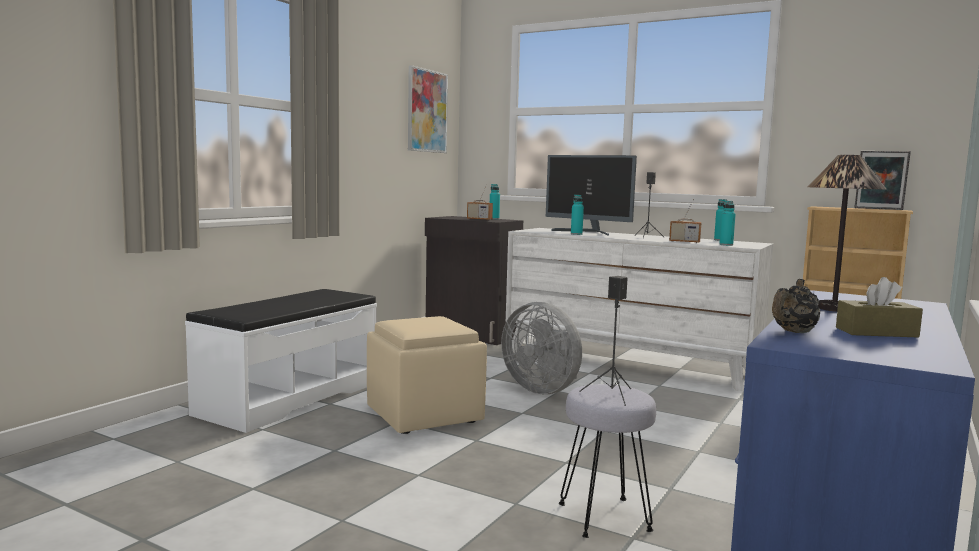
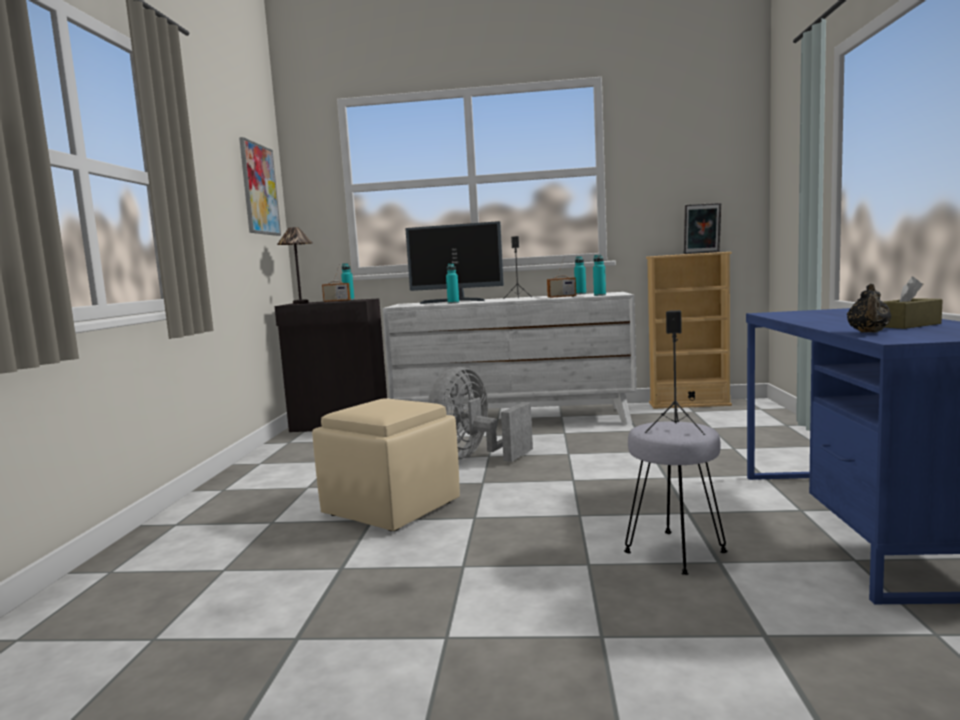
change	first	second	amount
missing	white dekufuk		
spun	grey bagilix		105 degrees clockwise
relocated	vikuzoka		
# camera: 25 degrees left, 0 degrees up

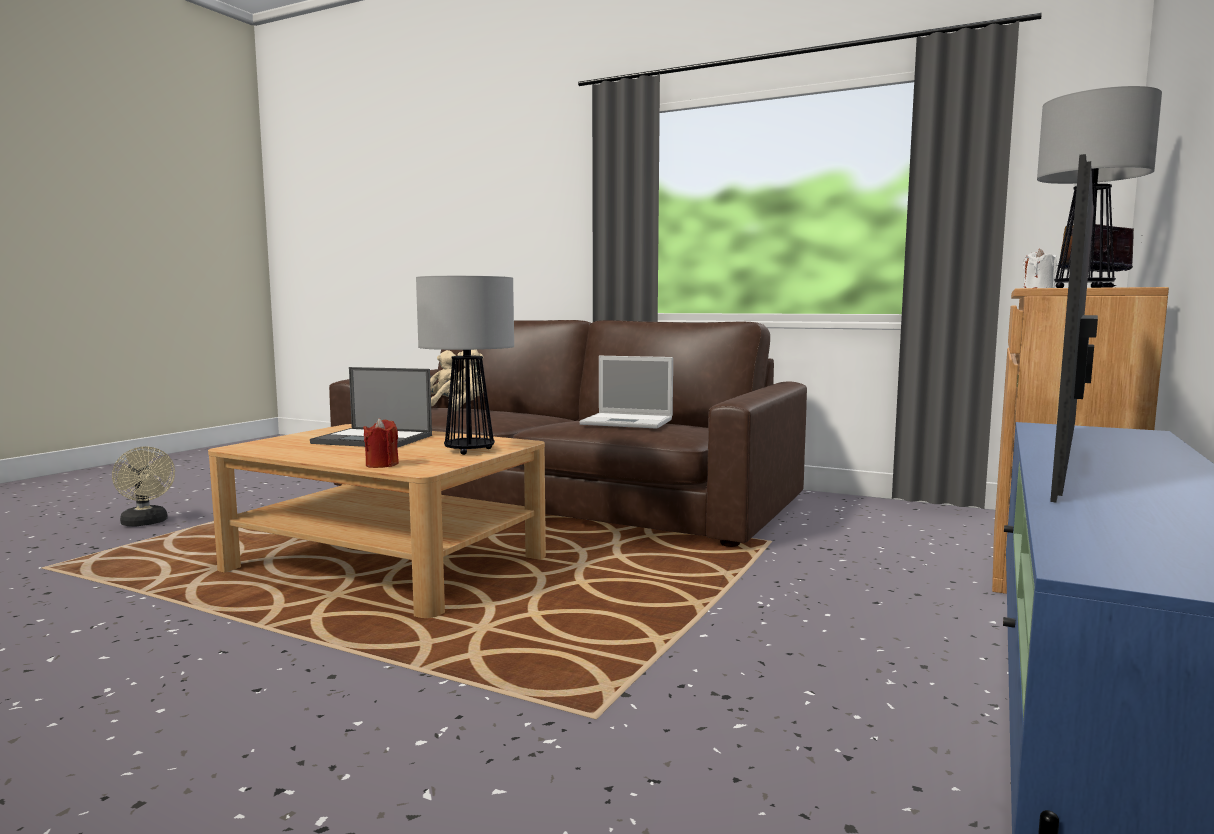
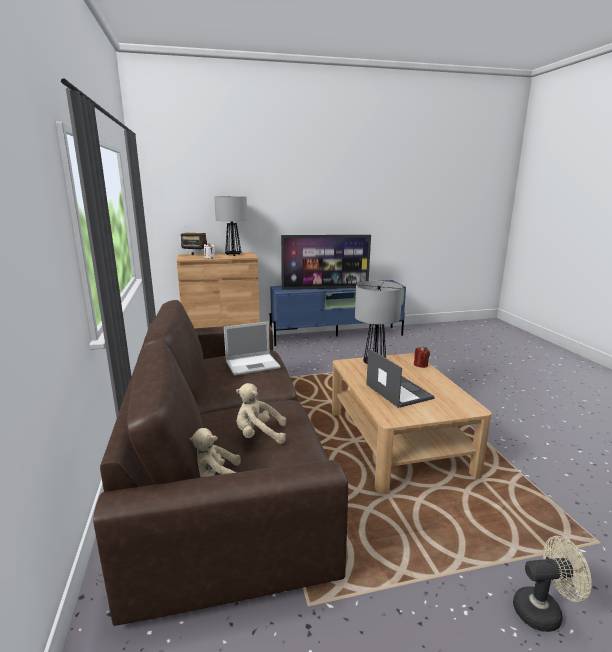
change	first	second	amount
spun	beige bagilix		75 degrees clockwise
spun	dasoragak (no. 2 from left in the first image)	dasoragak (no. 1 from left)	90 degrees clockwise
# camera: 130 degrees left, 10 degrees up

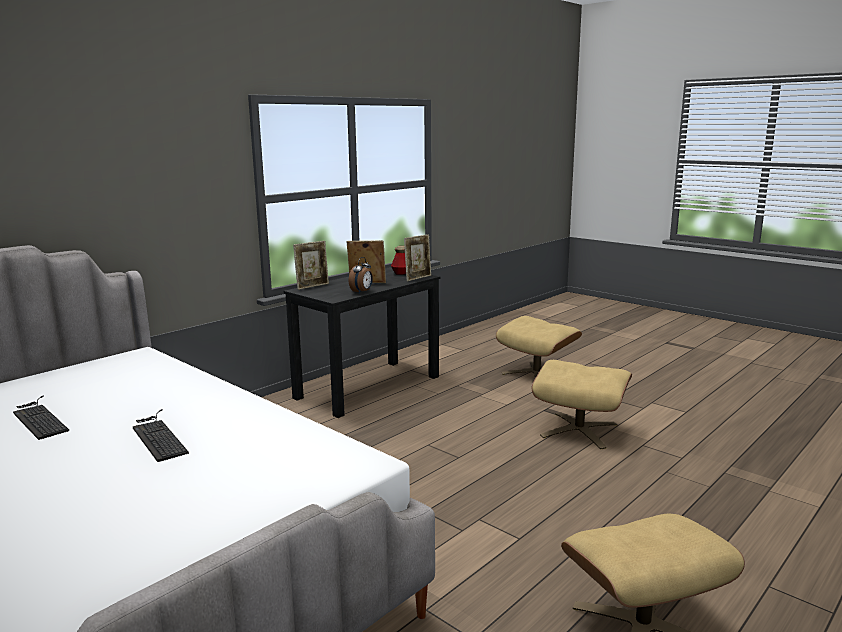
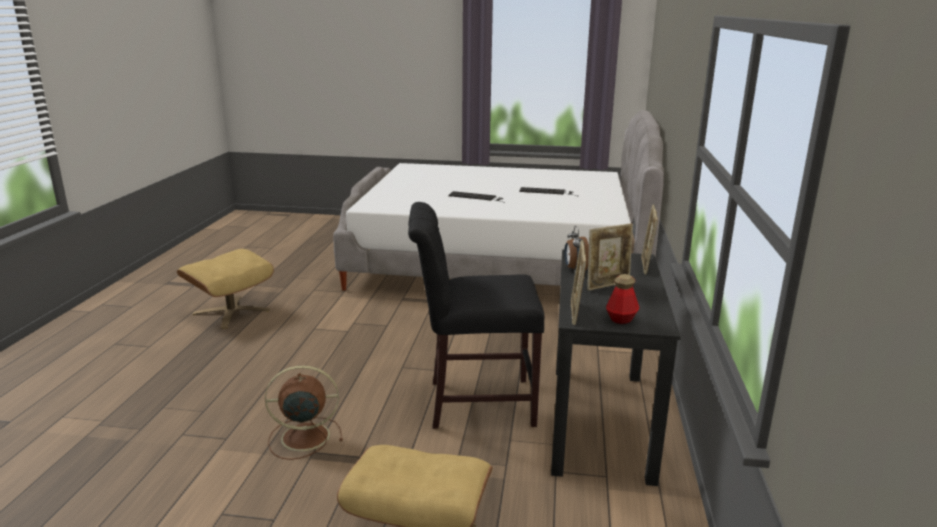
change	first	second	amount
exchanged	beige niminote (no. 2 from left)	brown bagilix	
appeared		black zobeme	
# camera: 145 degrees right, 5 degrees up

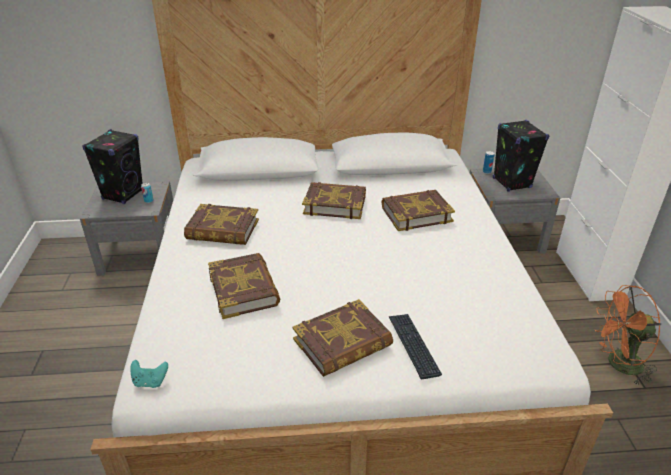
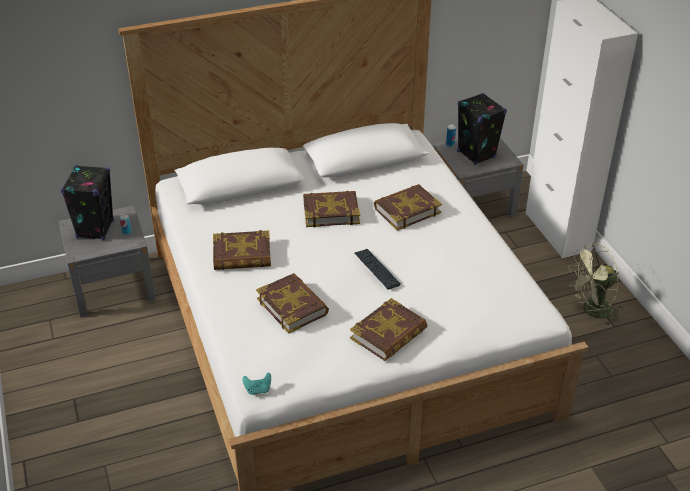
change	first	second	amount
relocated	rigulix		
colour	orange bagilix	green bagilix	
# camera: 15 degrees left, 5 degrees up

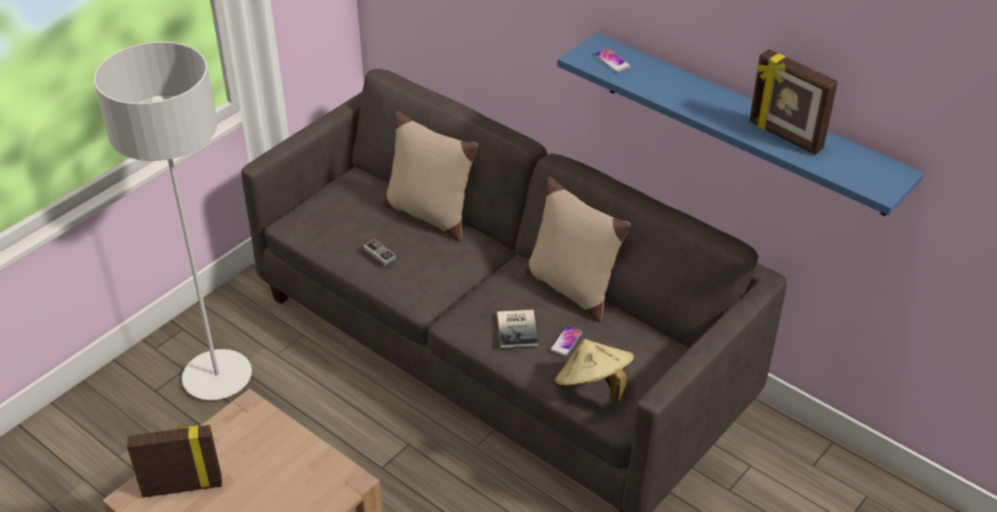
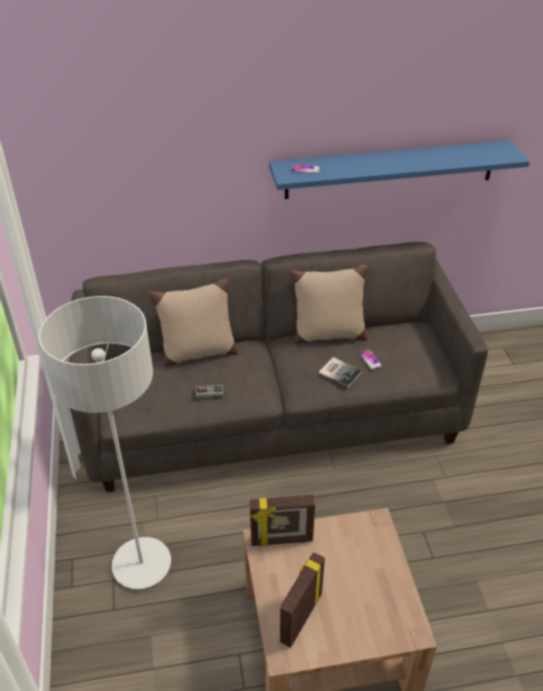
change	first	second	amount
missing	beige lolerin		
relocated	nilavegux (no. 2 from left in the first image)	nilavegux (no. 1 from left)	
# camera: 50 degrees left, 0 degrees up

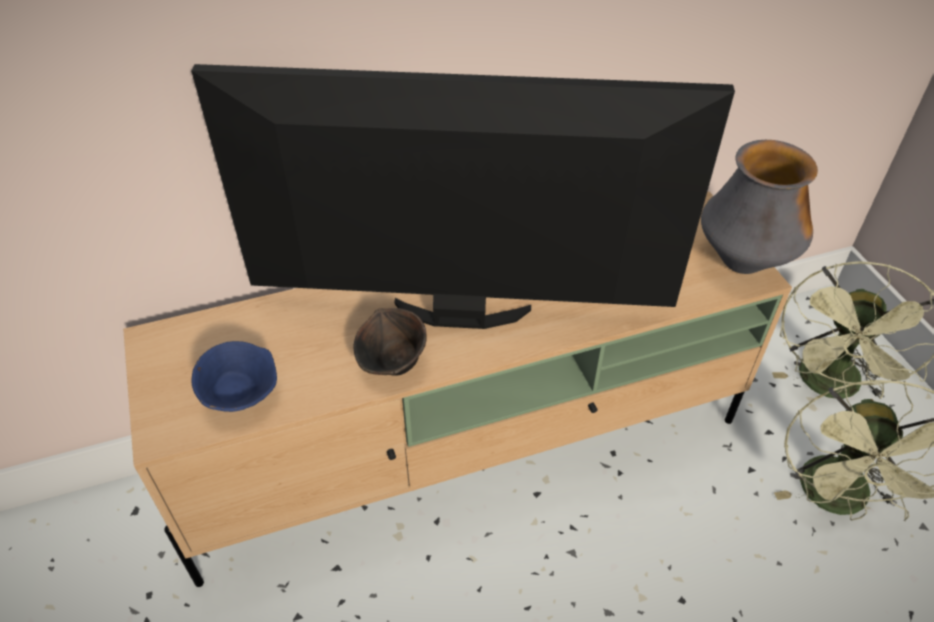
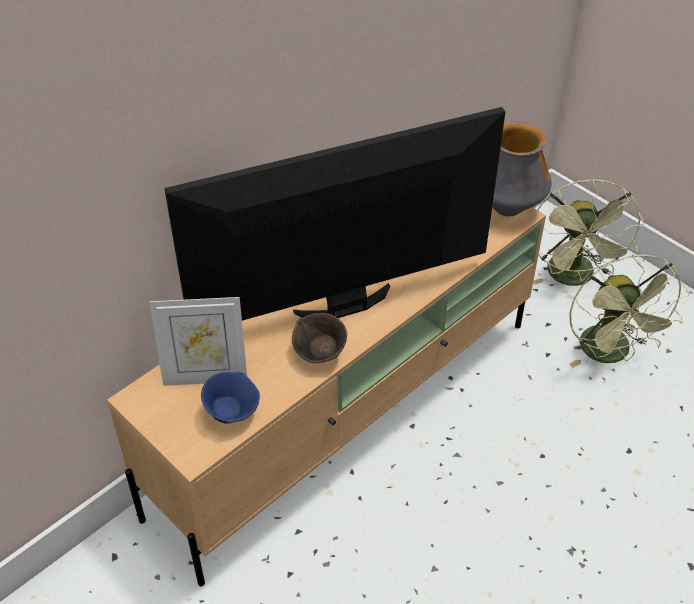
change	first	second	amount
appeared		nilavegux	
# camera: 25 degrees left, 0 degrees up

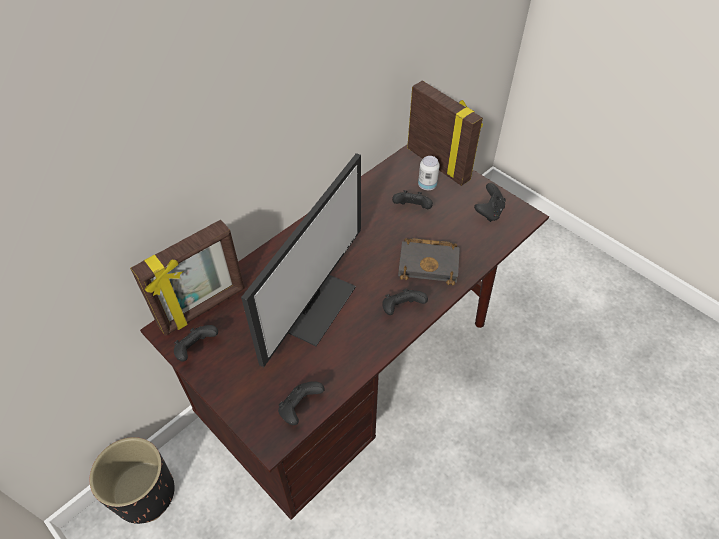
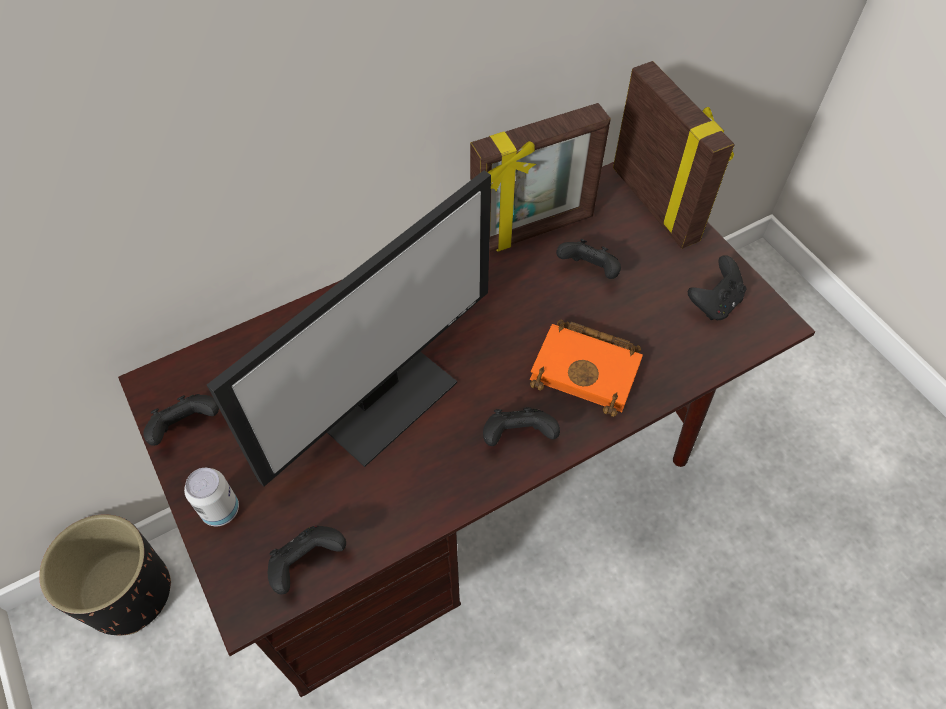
change	first	second	amount
relocated	nilavegux (no. 1 from left)		
colour	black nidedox	orange nidedox	
relocated	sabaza		
# camera: 15 degrees right, 5 degrees up

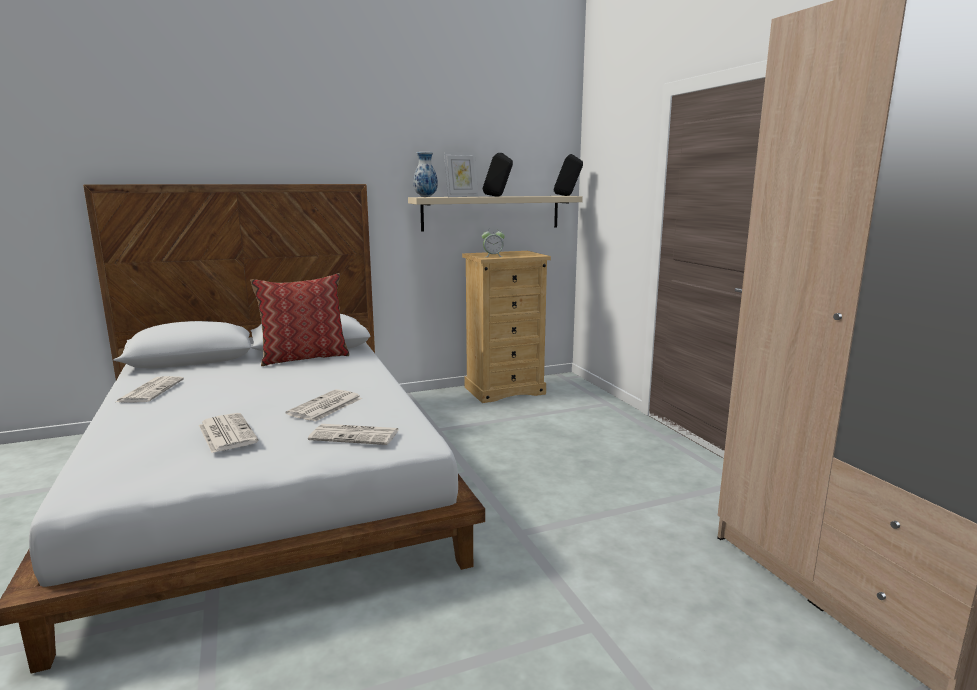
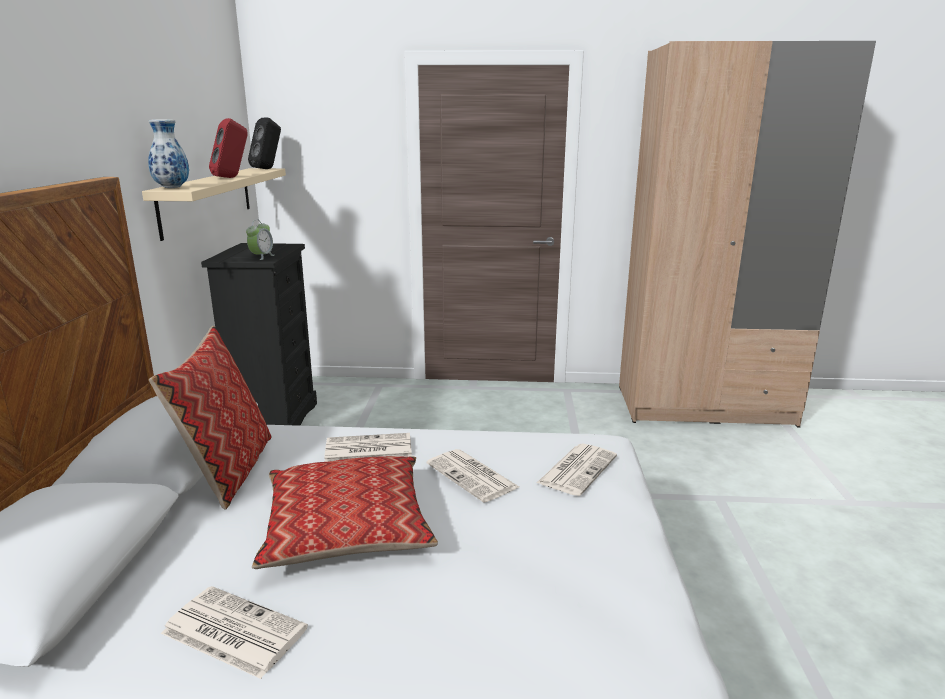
change	first	second	amount
relocated	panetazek (no. 2 from left)		
missing	nilavegux		
colour	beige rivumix	black rivumix	
colour	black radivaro (no. 1 from left)	red radivaro	
appeared		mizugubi (no. 2 from left)	
# camera: 65 degrees left, 5 degrees up

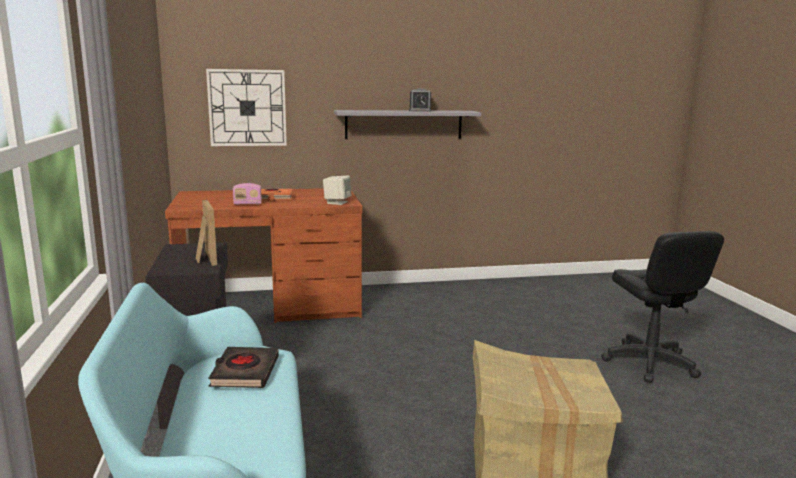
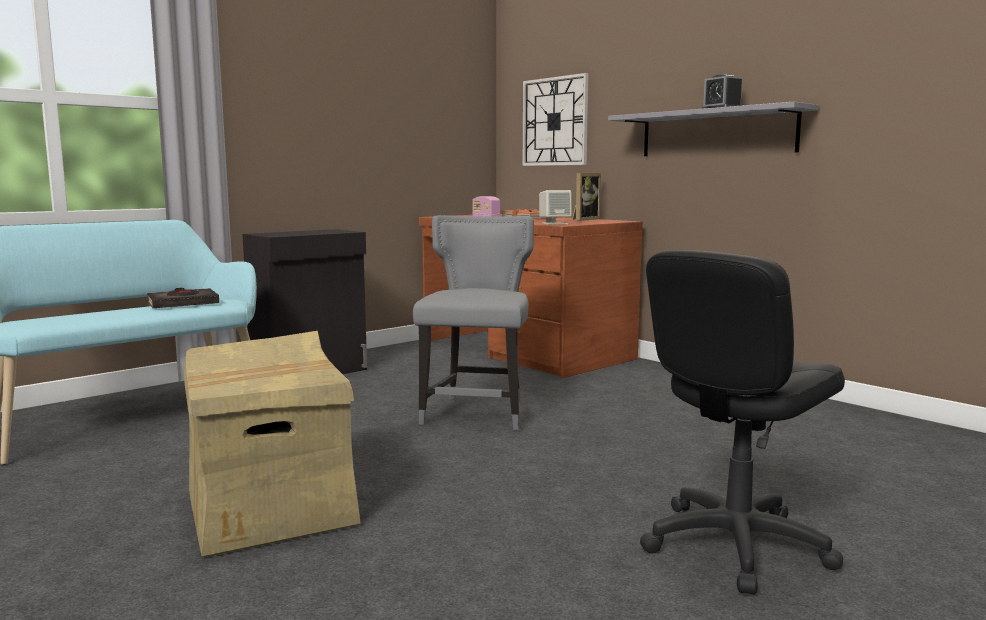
change	first	second	amount
relocated	nilavegux		
appeared		grey zobeme	
# camera: 60 degrees right, 5 degrees down

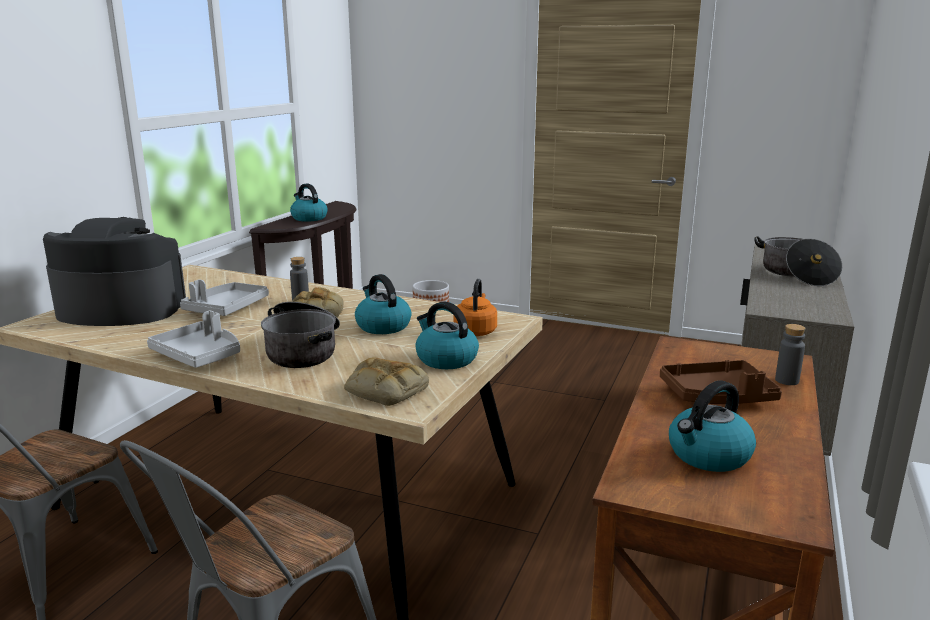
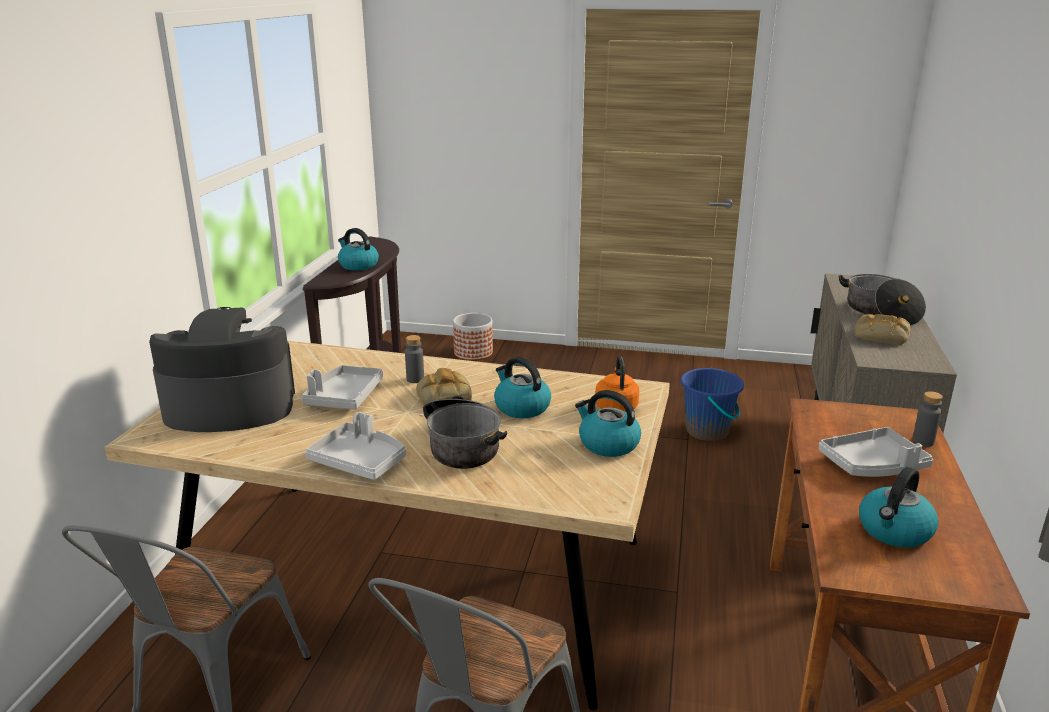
change	first	second	amount
relocated	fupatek (no. 2 from left)		
colour	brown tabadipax	grey tabadipax (no. 3 from left)	
appeared		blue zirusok	
# camera: 10 degrees left, 5 degrees up

